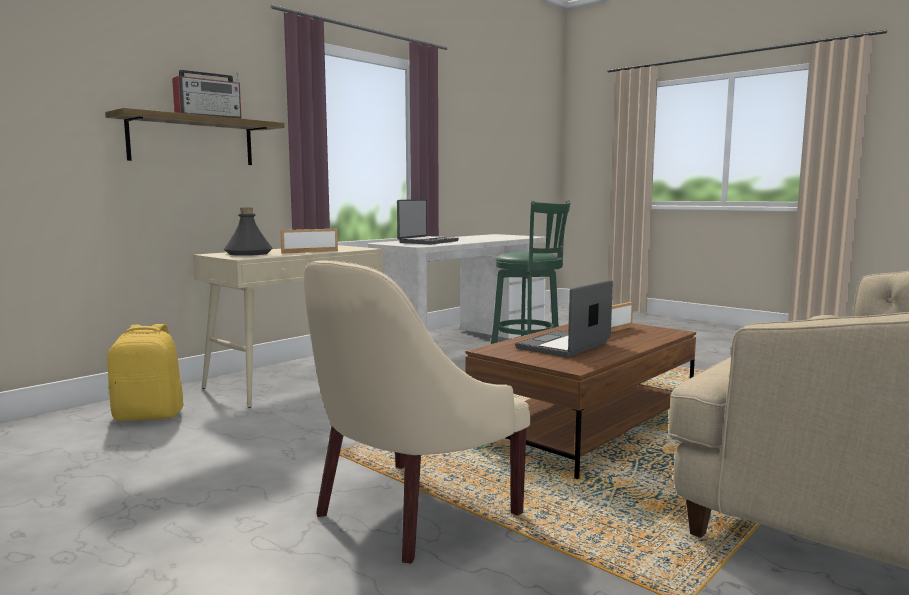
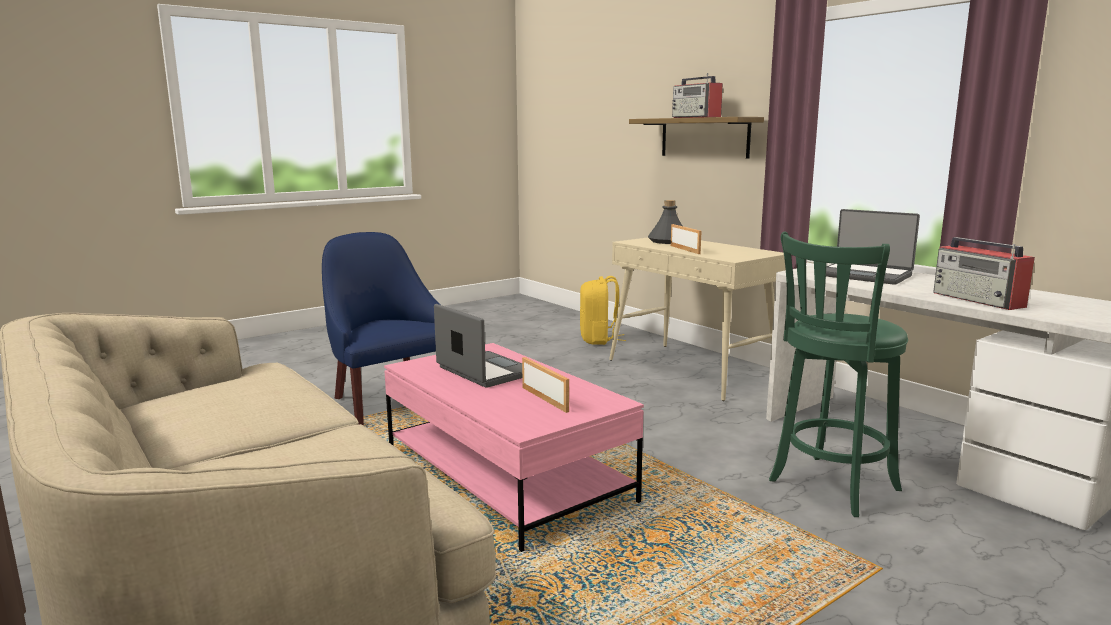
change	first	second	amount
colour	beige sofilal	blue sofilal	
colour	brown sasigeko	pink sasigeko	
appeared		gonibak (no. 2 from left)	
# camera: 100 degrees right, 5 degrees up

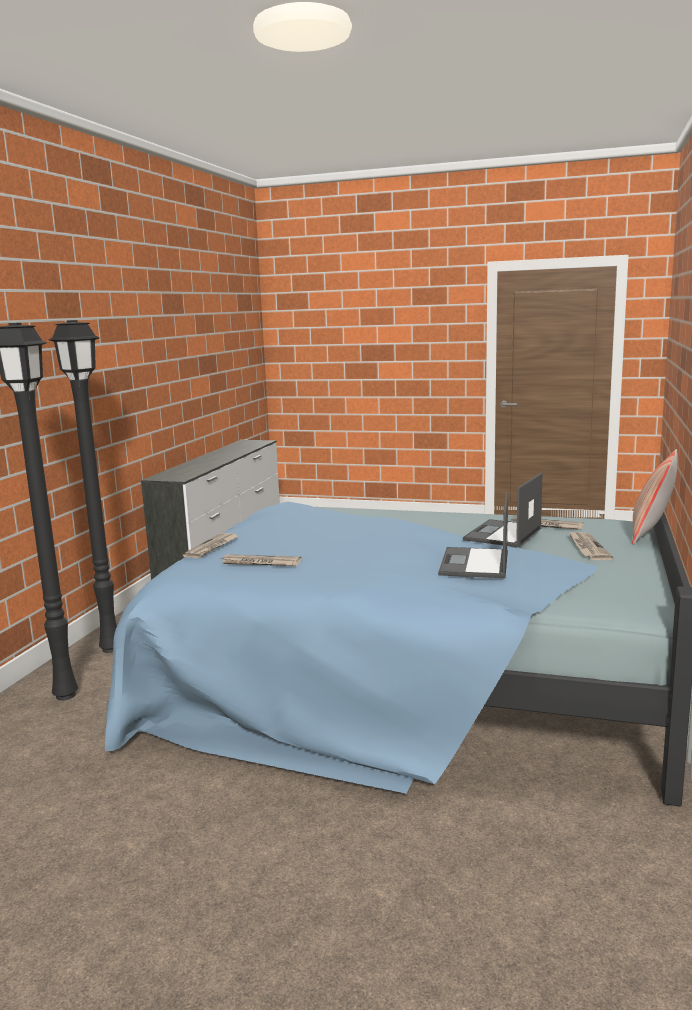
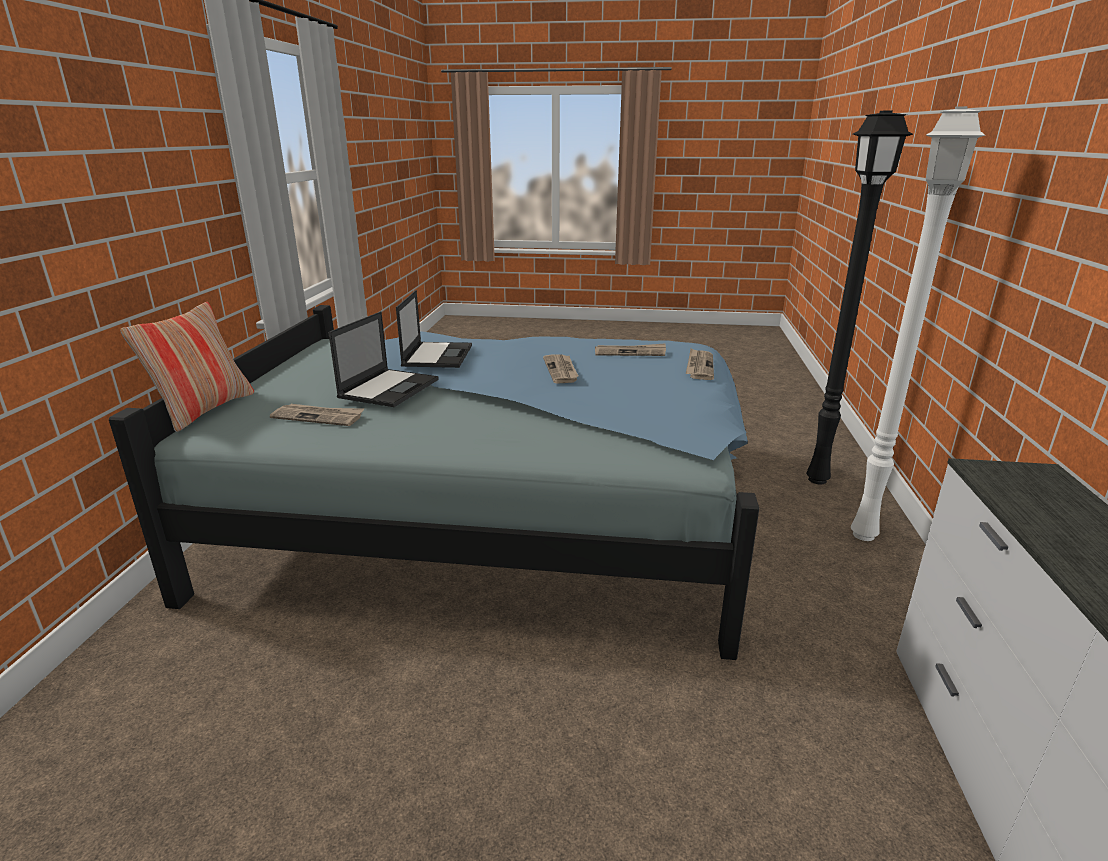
change	first	second	amount
colour	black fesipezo (no. 2 from left)	white fesipezo	
relocated	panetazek (no. 4 from left in the first image)	panetazek (no. 2 from left)	
# camera: 170 degrees right, 10 degrees up

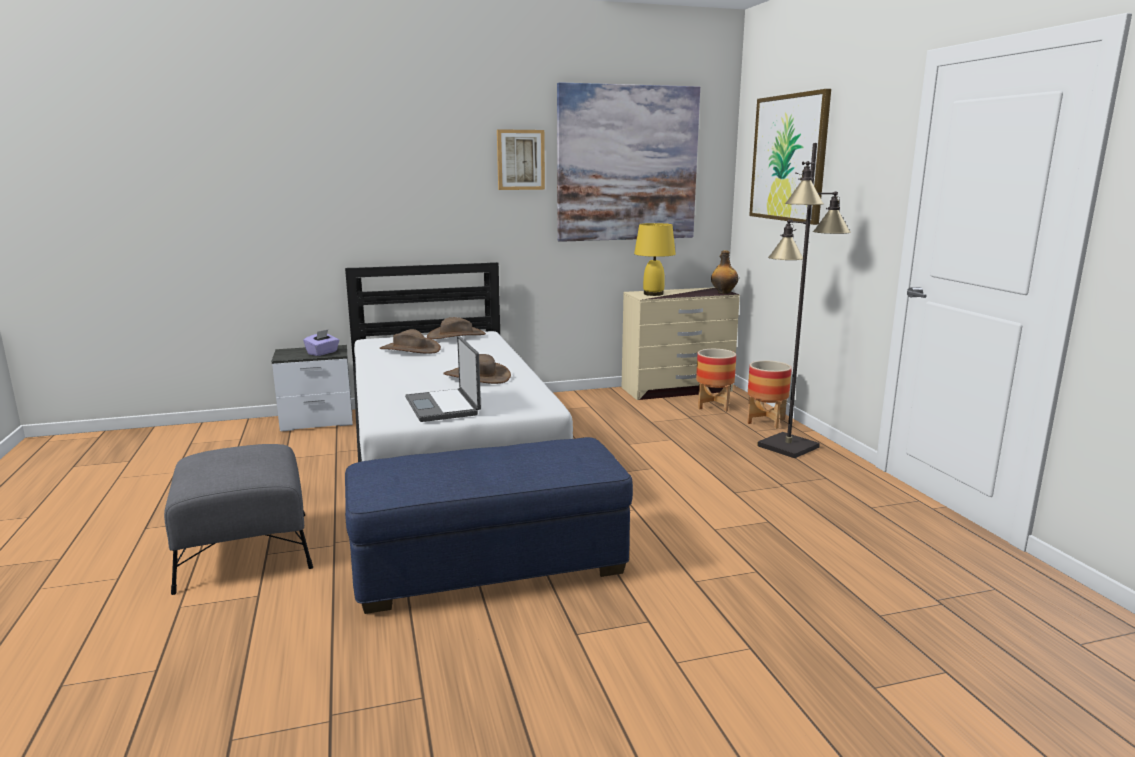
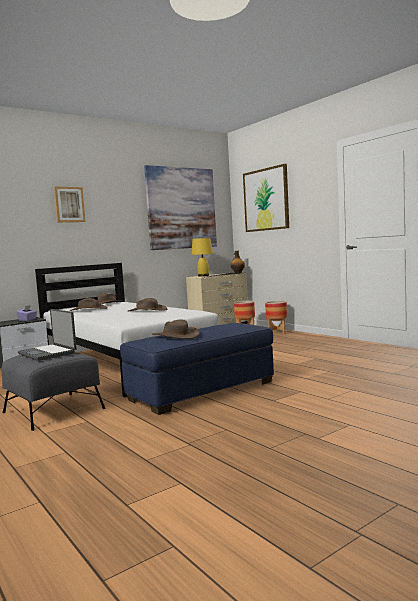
change	first	second	amount
relocated	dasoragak		
relocated	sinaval (no. 1 from left)		
missing	black fesipezo		
appeared		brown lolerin (no. 4 from left)	
# camera: 20 degrees left, 10 degrees down

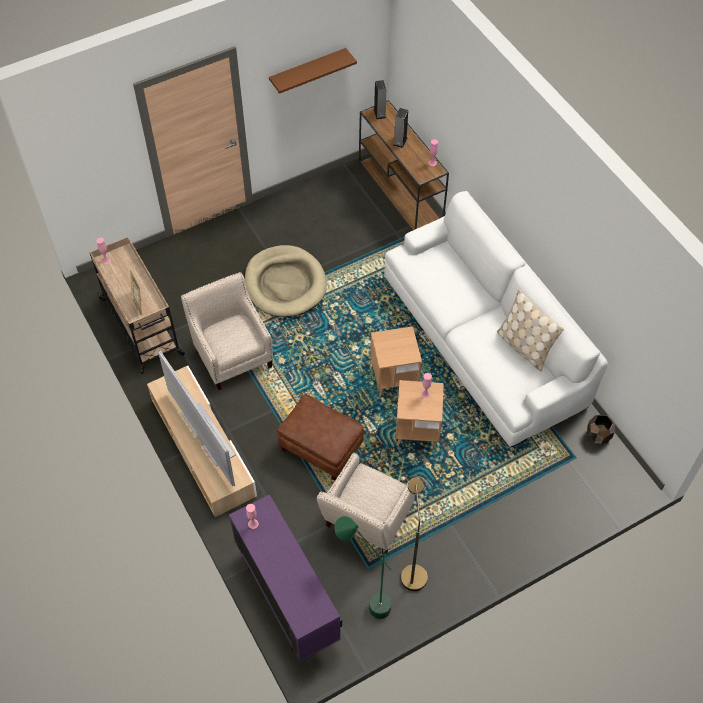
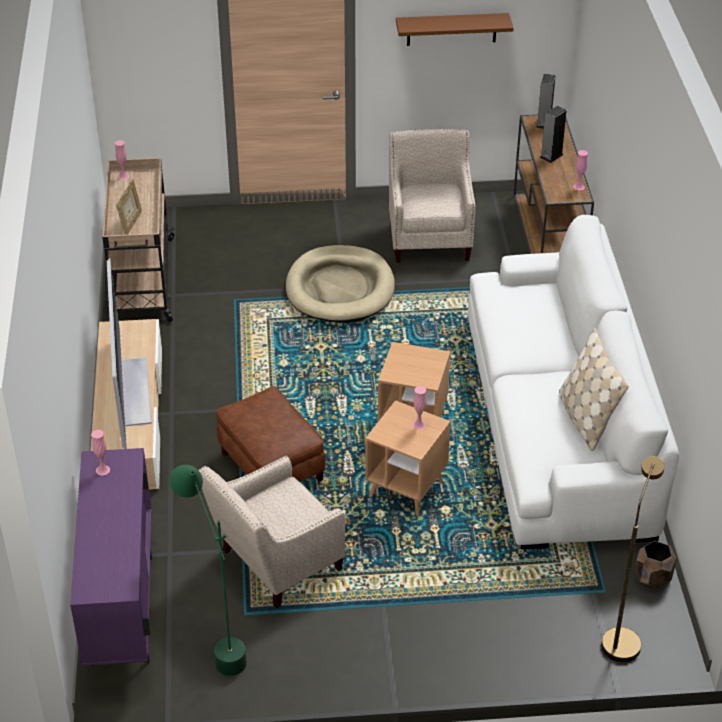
change	first	second	amount
relocated	beige sofilal (no. 1 from left in the first image)	beige sofilal (no. 2 from left)	
relocated	brown fesipezo		
# camera: 25 degrees right, 15 degrees down

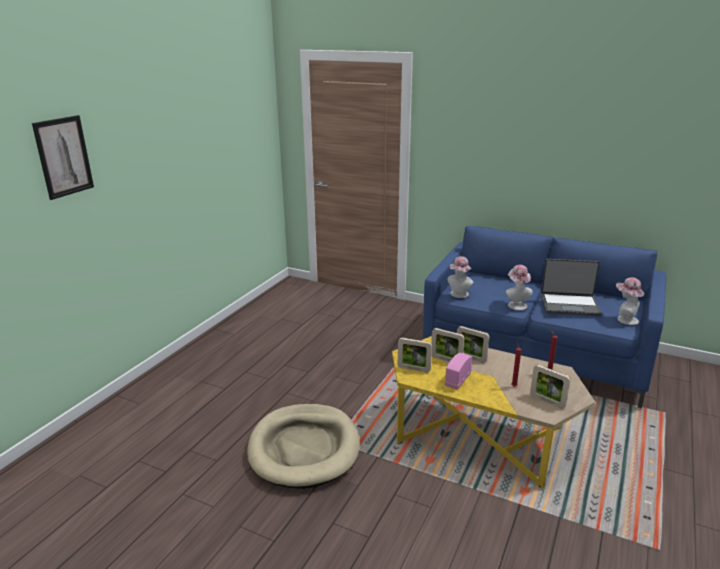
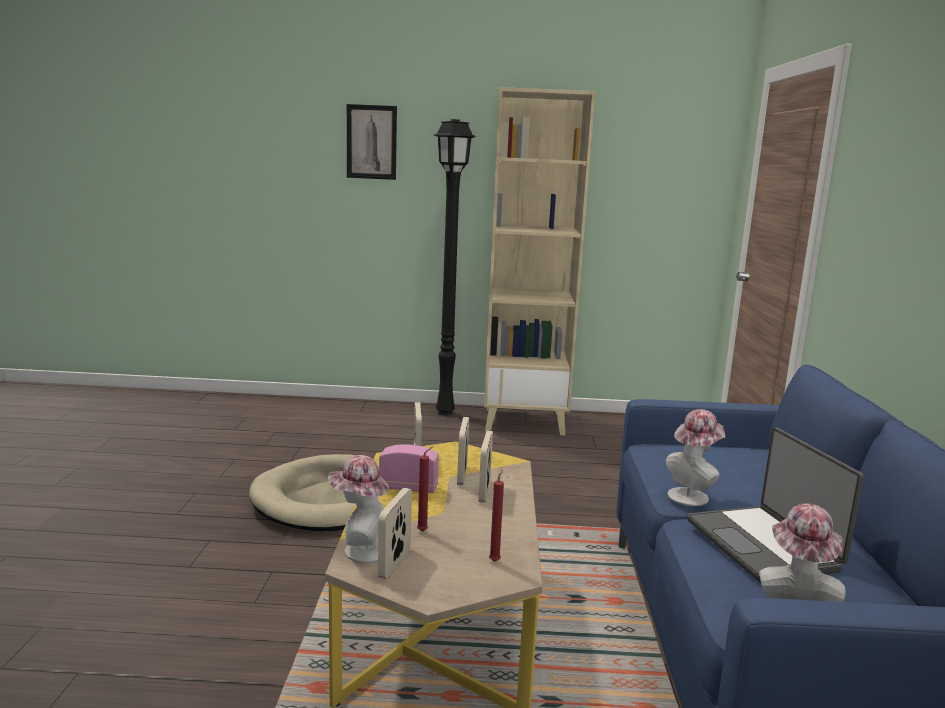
change	first	second	amount
relocated	lolerin (no. 1 from left)		
appeared		black fesipezo	
appeared		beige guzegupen	
# camera: 65 degrees right, 10 degrees down

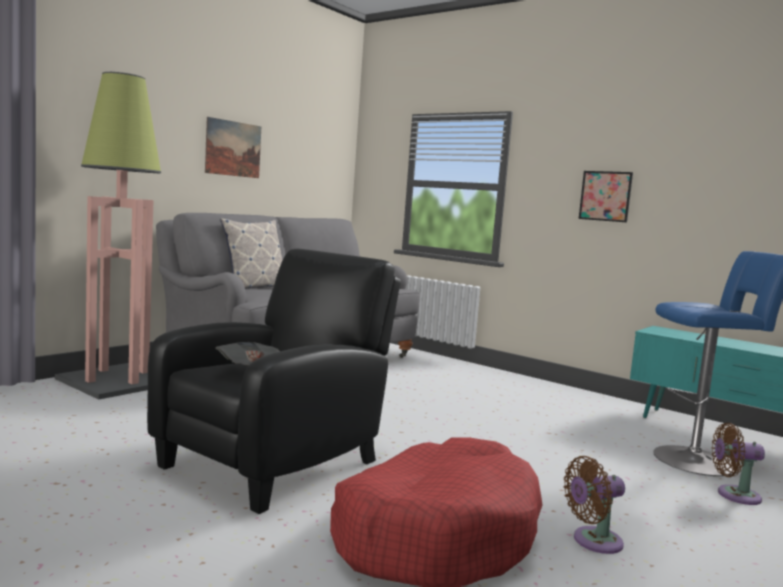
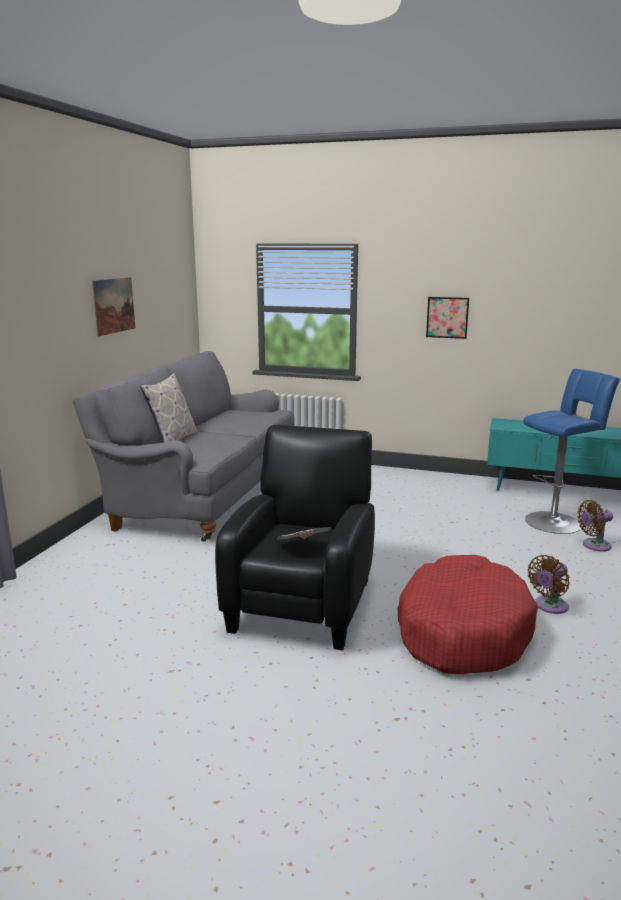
change	first	second	amount
missing	fesipezo		
# camera: 20 degrees left, 10 degrees up

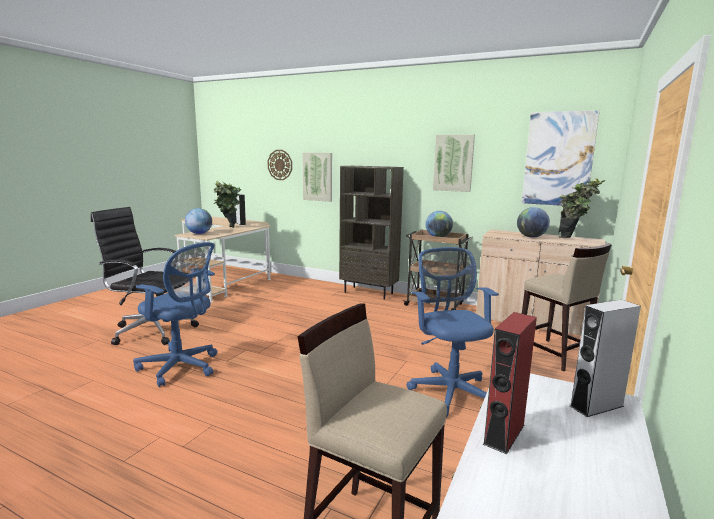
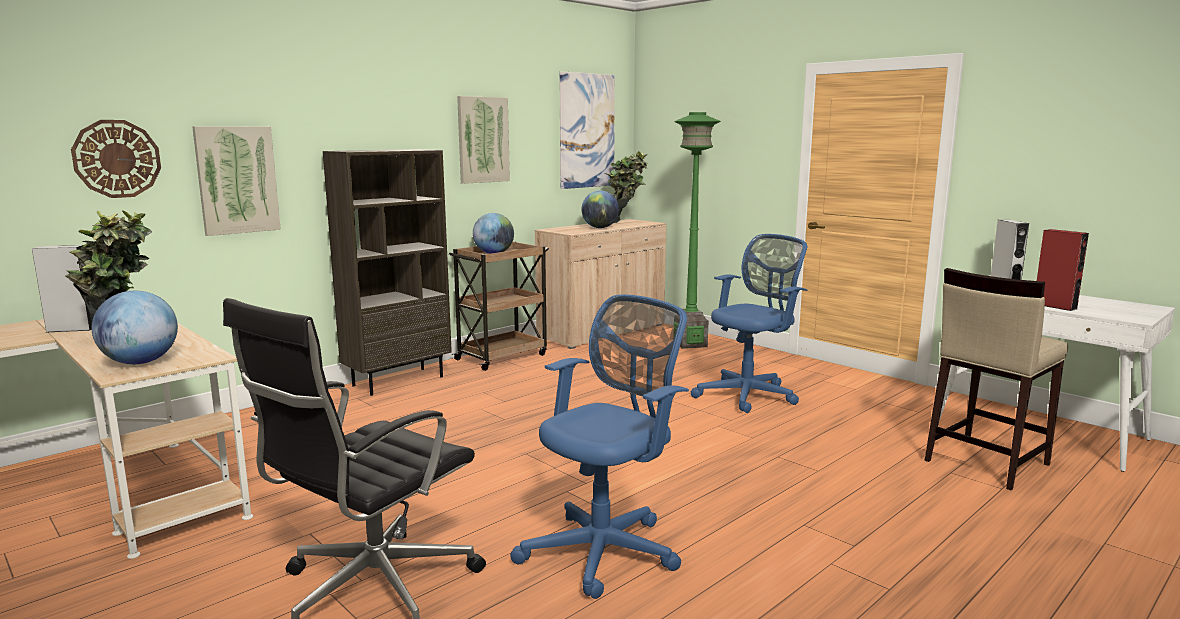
change	first	second	amount
spun	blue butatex (no. 2 from left)		135 degrees clockwise
exchanged	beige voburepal (no. 2 from left)	green fesipezo	
# camera: 70 degrees left, 0 degrees up

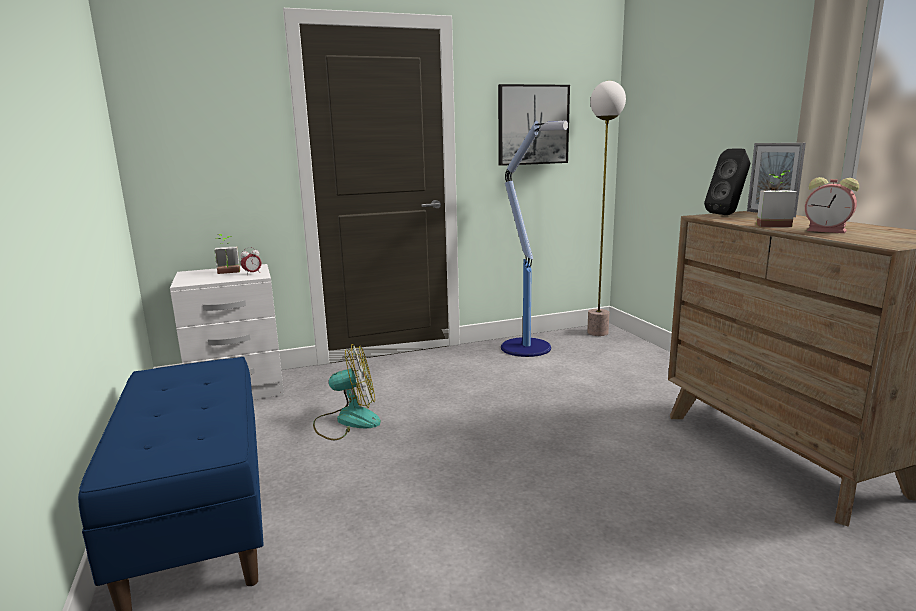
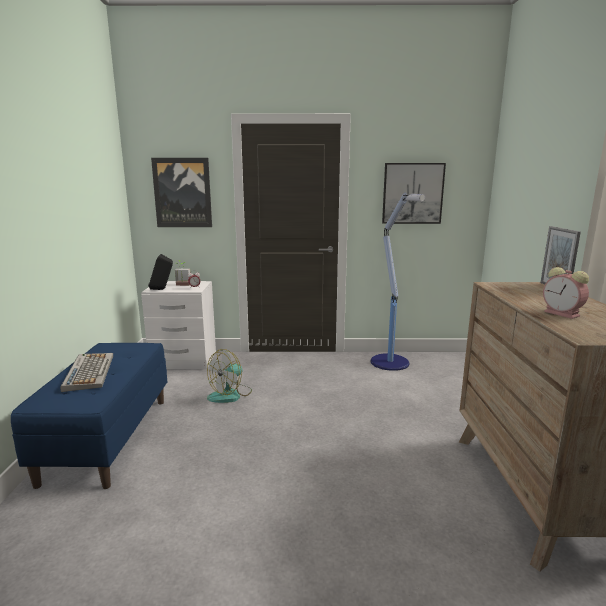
change	first	second	amount
spun	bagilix		120 degrees clockwise
missing	fesipezo (no. 2 from left)		
relocated	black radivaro		
missing	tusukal (no. 2 from left)		
appeared		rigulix	
appeared		sinaval (no. 1 from left)	
# camera: 20 degrees right, 0 degrees up

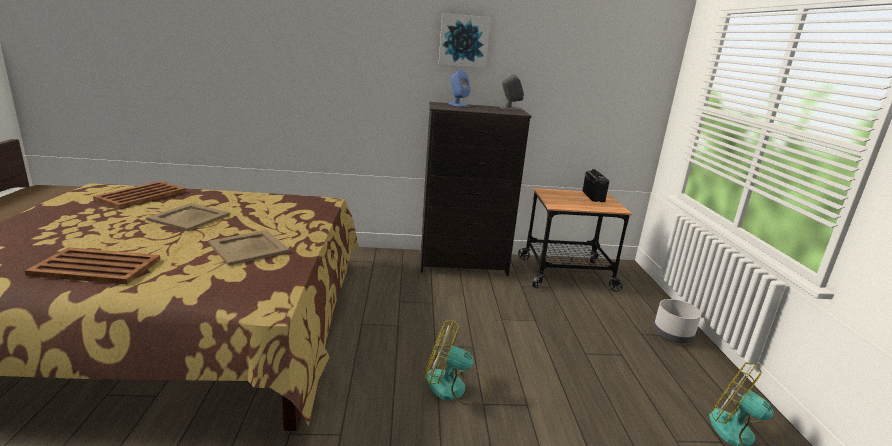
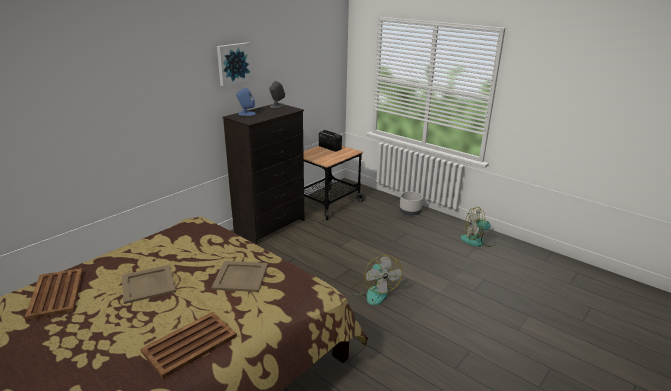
change	first	second	amount
spun	bagilix (no. 1 from left)		75 degrees counterclockwise
# camera: 45 degrees left, 5 degrees up

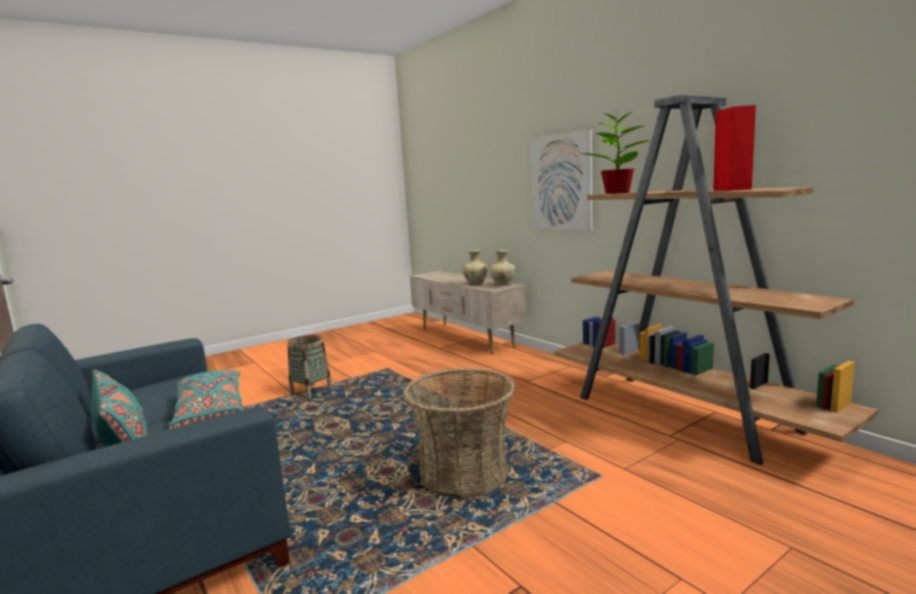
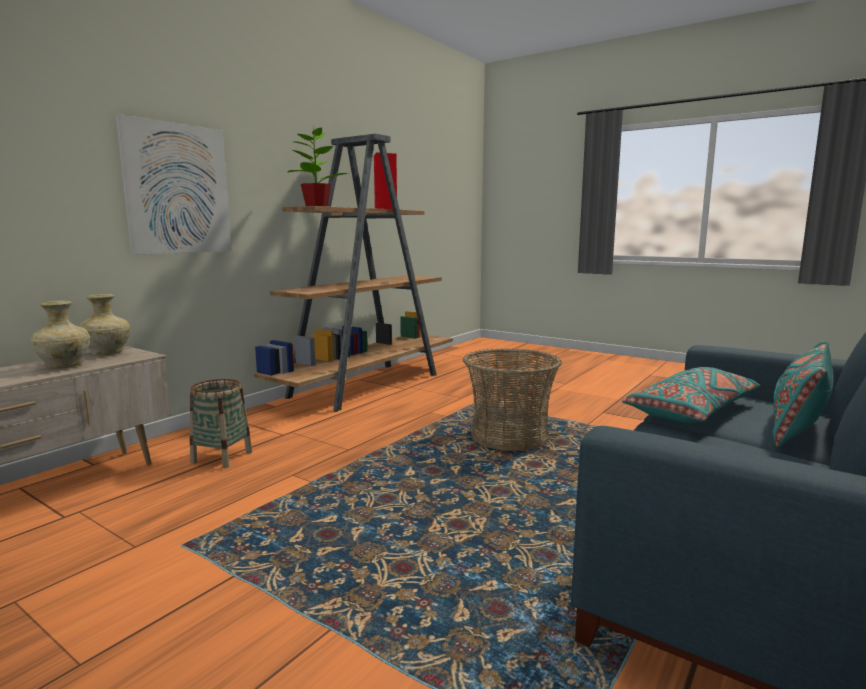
change	first	second	amount
relocated	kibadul (no. 1 from left)		
# camera: 110 degrees left, 0 degrees up

